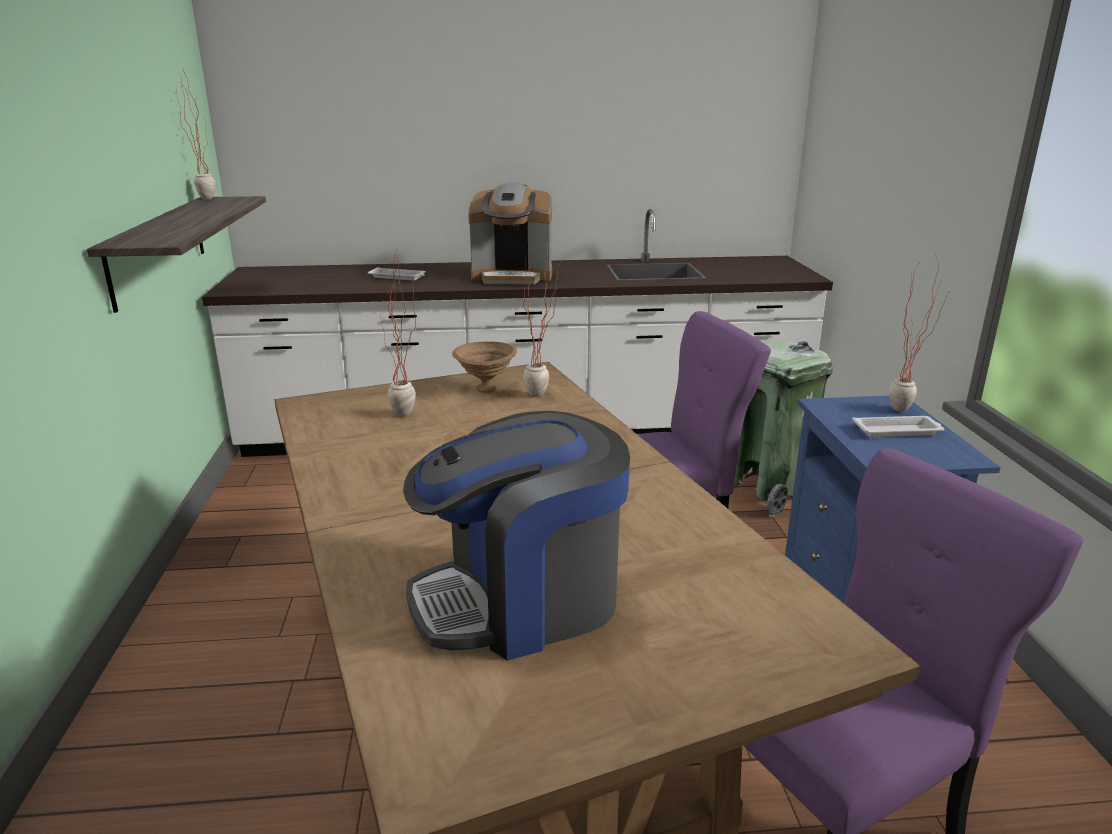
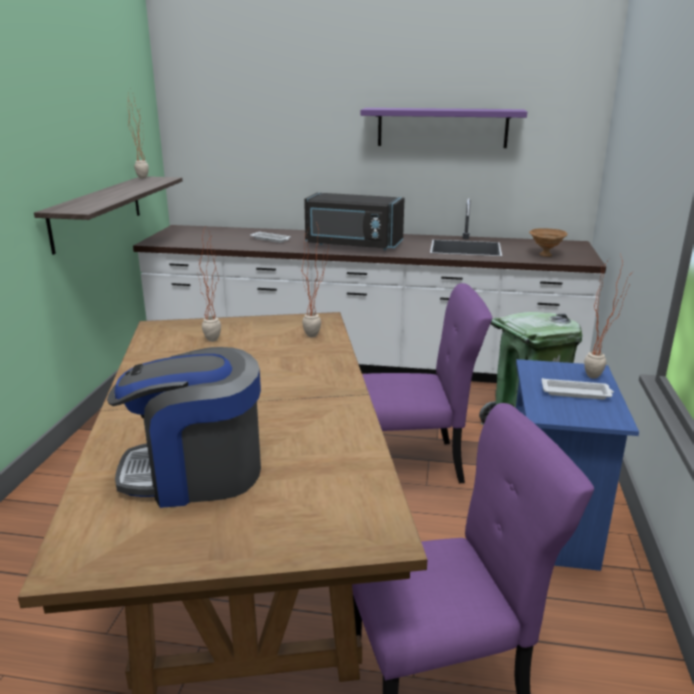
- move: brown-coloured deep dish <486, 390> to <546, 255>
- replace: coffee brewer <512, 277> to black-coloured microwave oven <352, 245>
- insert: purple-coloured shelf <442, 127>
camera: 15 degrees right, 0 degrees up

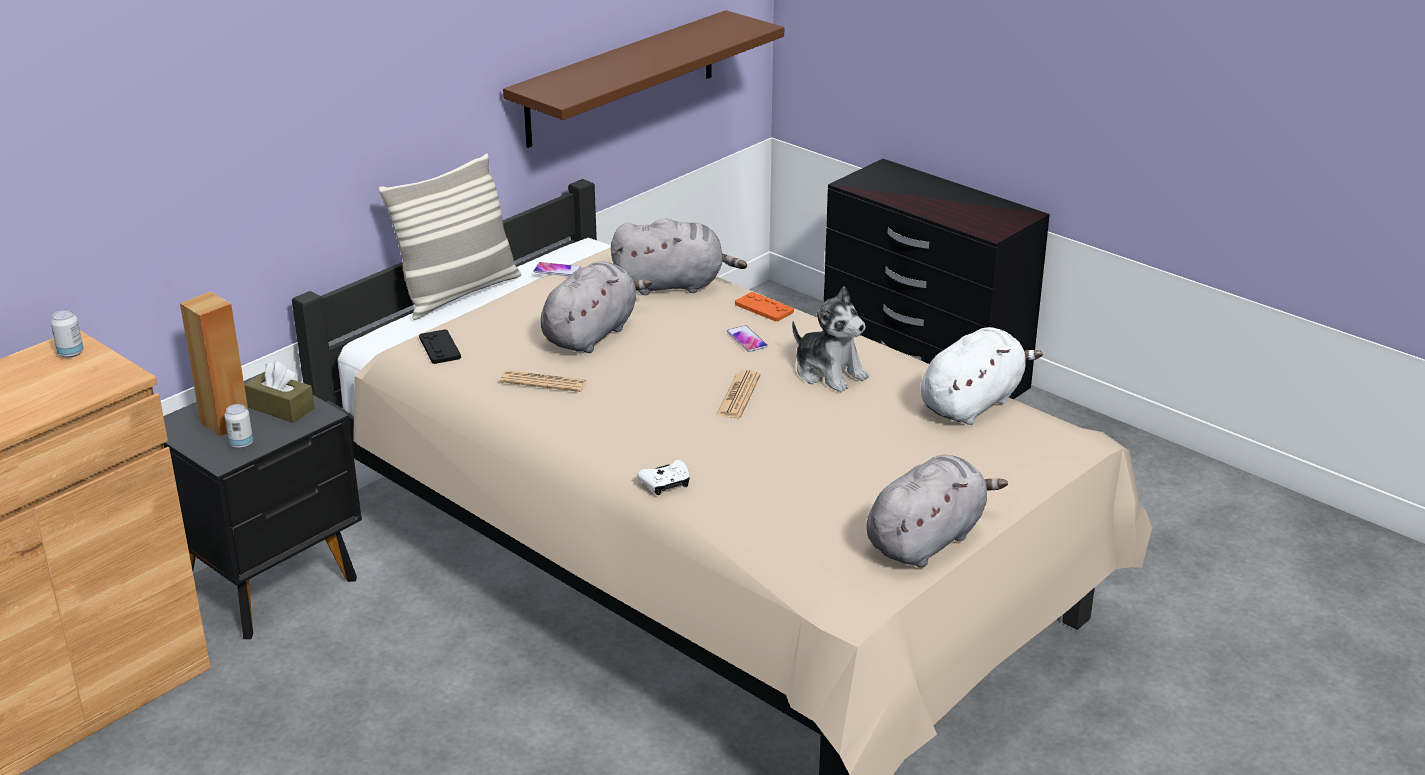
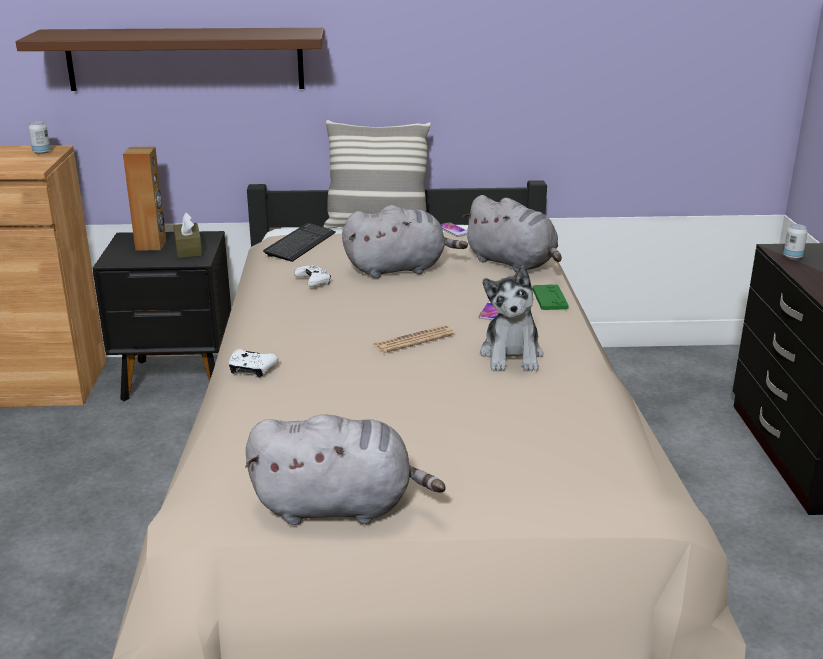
- move: can <241, 444> to <792, 257>
- replace: black-coloured gamepad <440, 348> to computer keyboard <300, 244>
- replace: printed paper <543, 382> to white-coloured gamepad <313, 282>
- move: brown-coloured shelf <621, 78> to <185, 59>
- recolor: orangey gamepad <764, 308> to green gamepad <549, 298>
- delete: white-coloured plush toy <973, 403>
camera: 45 degrees right, 5 degrees down

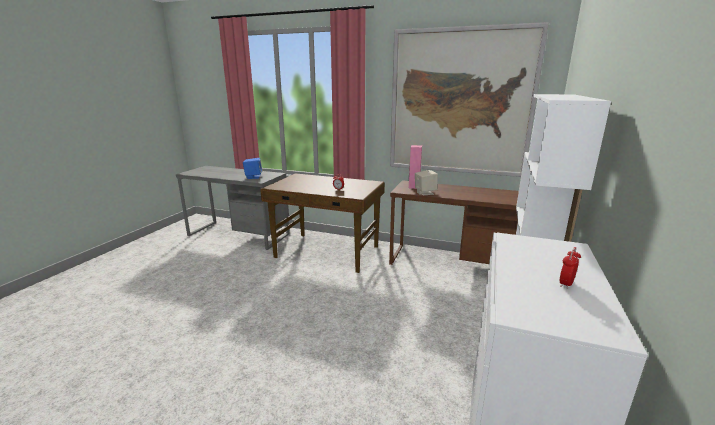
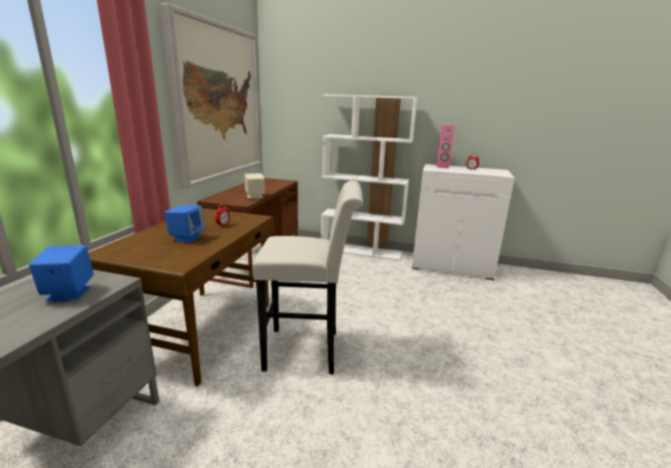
- move: pink speaker <413, 187> to <442, 167>
- insert: blue-coloured speaker <187, 238>
- insert: white-coloured stool seat <308, 350>
camera: 95 degrees left, 0 degrees up

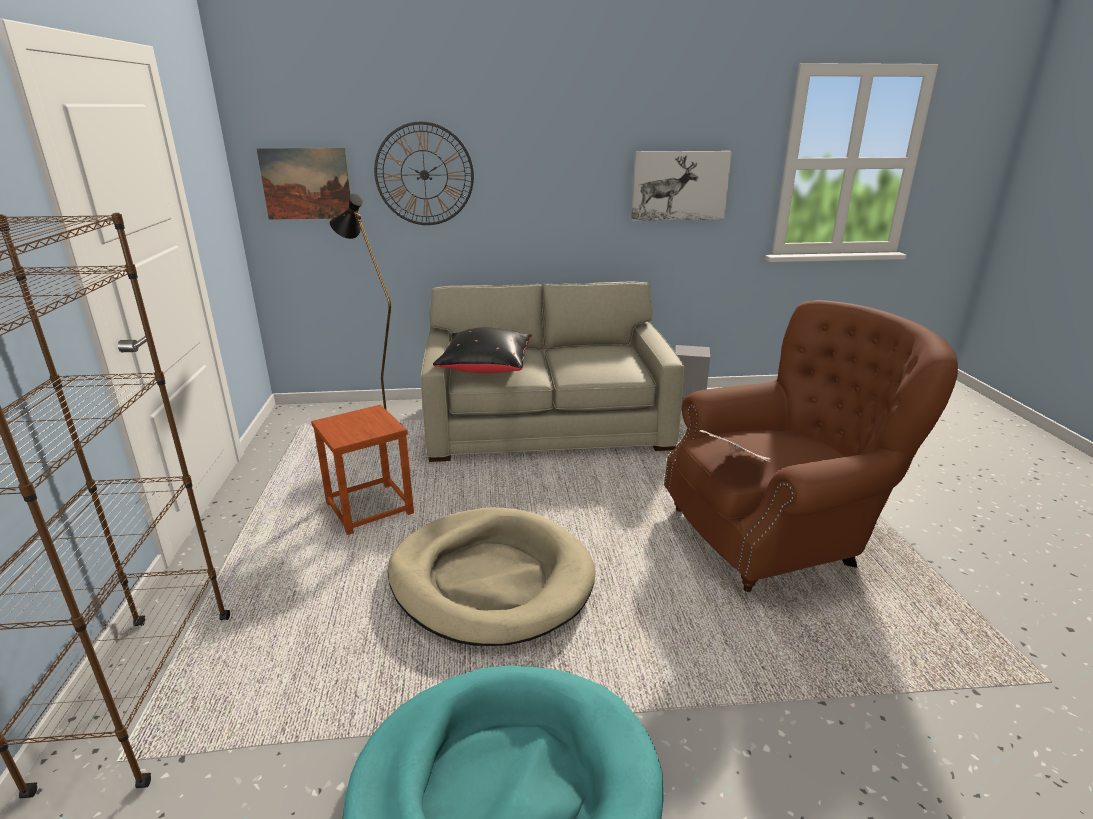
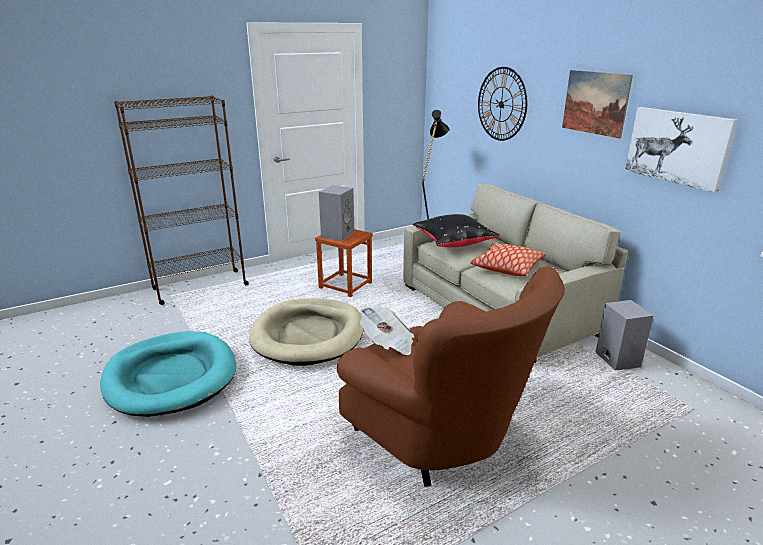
- move: wall picture <306, 184> to <595, 103>
- insert: greyish speaker <337, 234>
- insert: cushion <507, 267>
camera: 65 degrees right, 0 degrees up

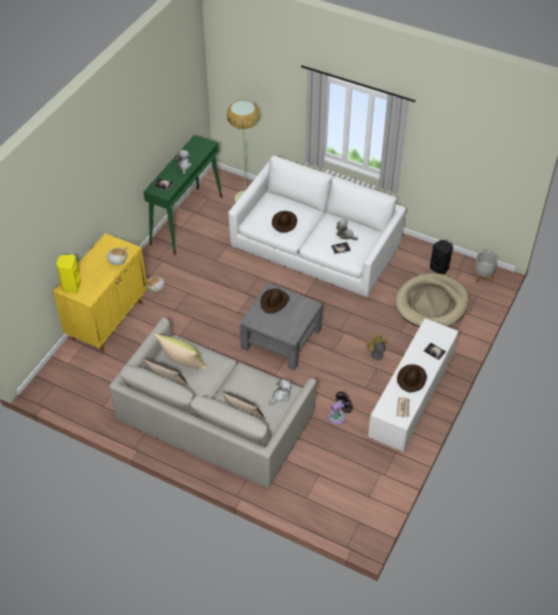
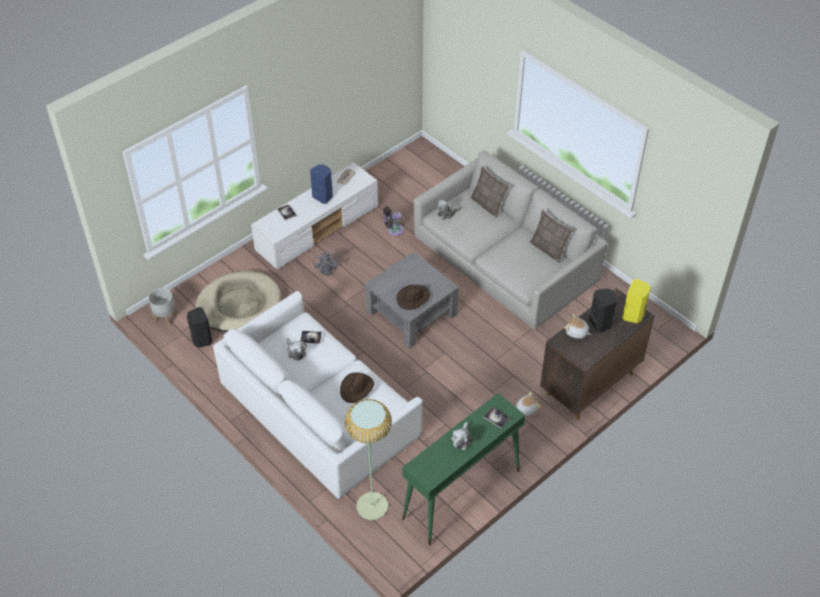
- recolor: yellow cabinet <108, 320> to brown-coloured cabinet <589, 384>
- delete: yellow cushion <182, 364>
- recolor: yellow electric fan <376, 357> to greyish electric fan <329, 269>
- replace: brown-coloured clothing hat <411, 379> to blue-coloured speaker <323, 197>
- insert: black-coloured speaker <601, 323>
camera: 160 degrees left, 0 degrees up

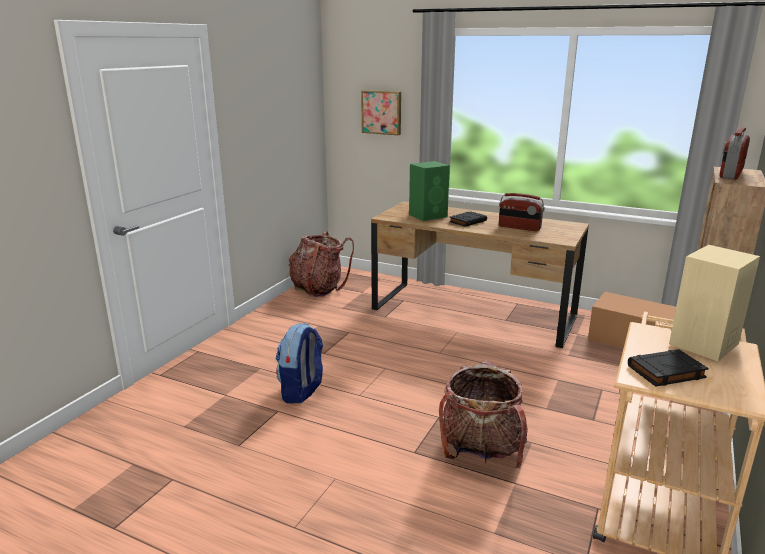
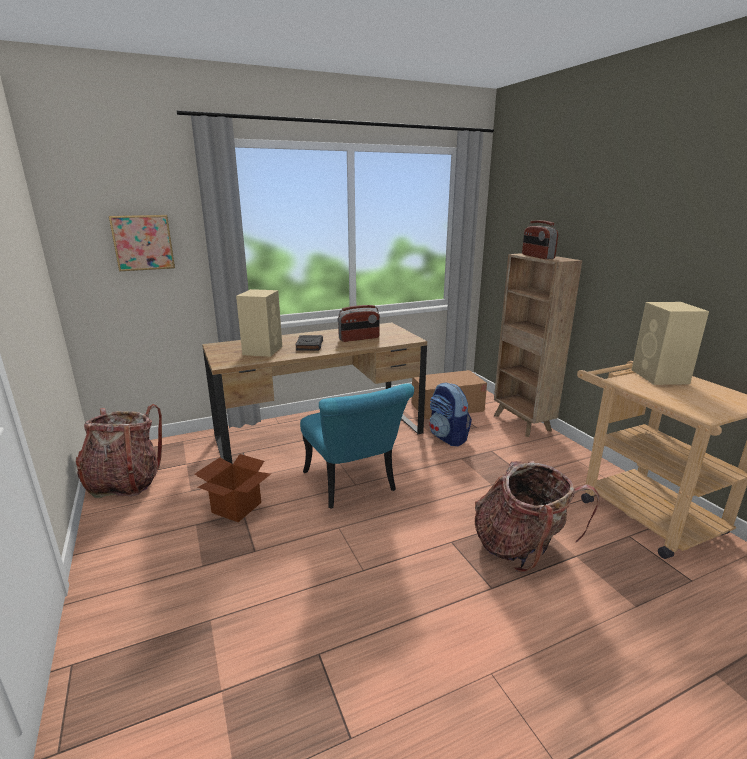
- move: rucksack <302, 391> to <448, 437>
- recolor: green speaker <429, 215> to sand-coloured speaker <263, 350>
- delete: black-coloured book <665, 372>
- insert: cardboard box <236, 507>
- insert: turquoise upright chair <353, 486>
camera: 50 degrees left, 0 degrees up

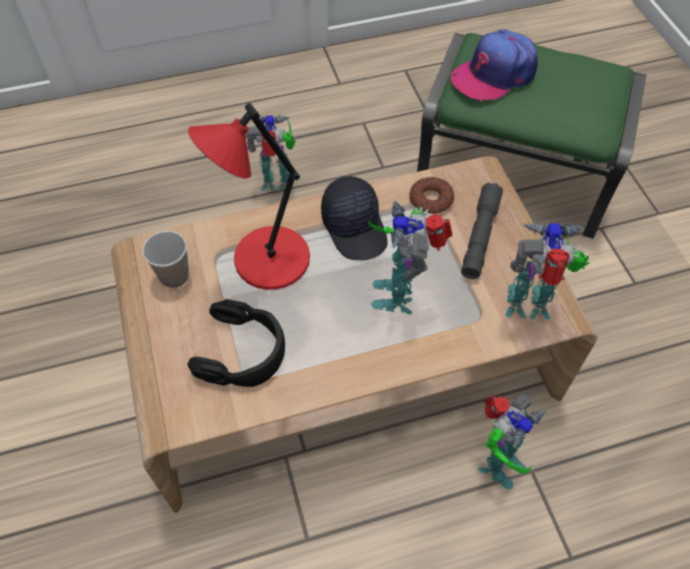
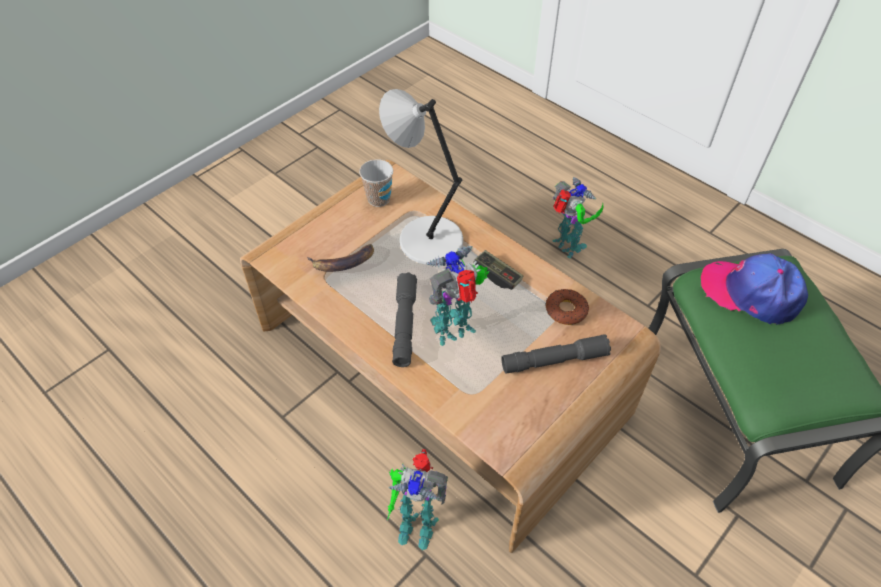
- replace: black-coloured headset <242, 352> to whole banana <343, 263>
- recolor: reddish tabletop lamp <268, 261> to greyish tabletop lamp <427, 240>
- replace: black-coloured cap <355, 227> to gamepad <497, 275>
- delete: model robot <529, 308>
- insert: greyish hand torch <404, 324>
camera: 60 degrees right, 5 degrees down

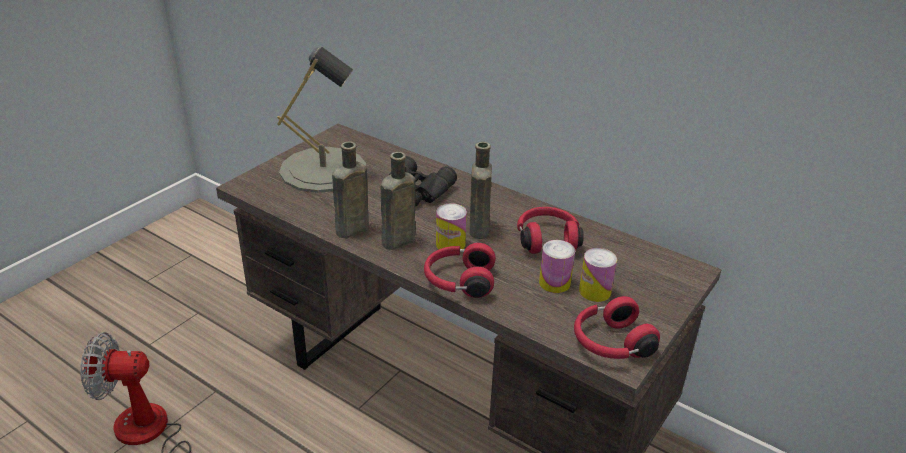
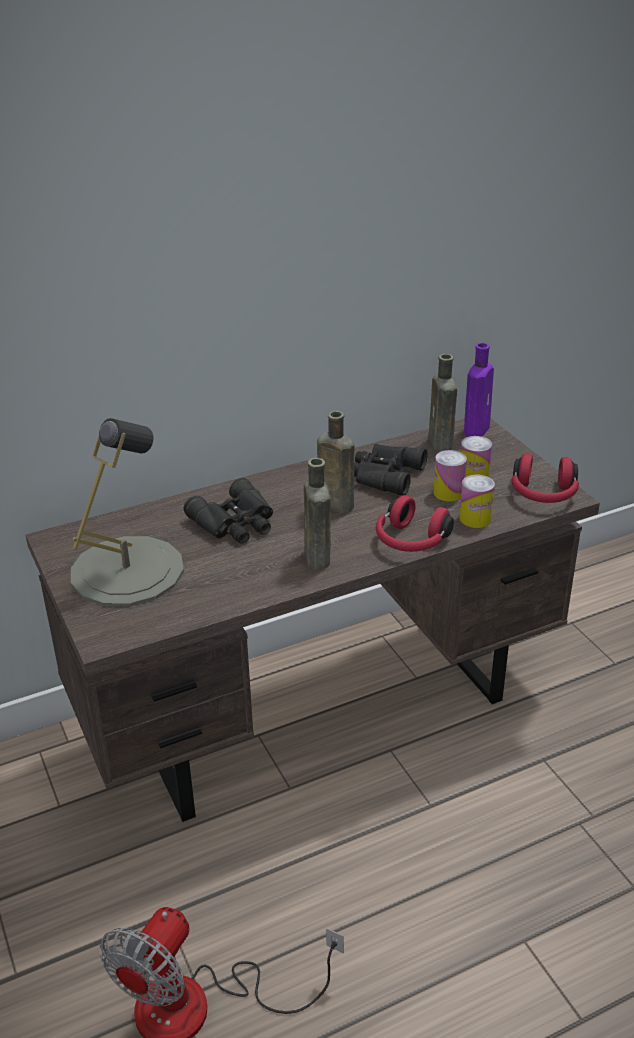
- move: brown-coloured beverage bottle <350, 231> to <441, 444>
- move: can <450, 244> to <475, 519>
- replace: reddish headset <547, 239> to black-coloured binoculars <383, 475>
- insert: purple-coloured beverage bottle <477, 429>
camera: 60 degrees left, 0 degrees up

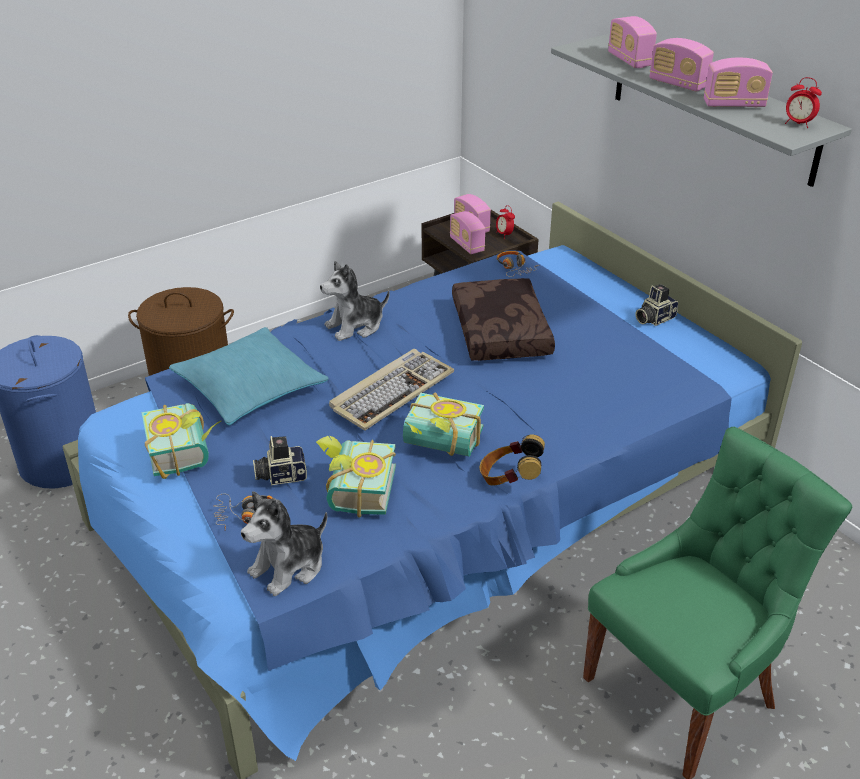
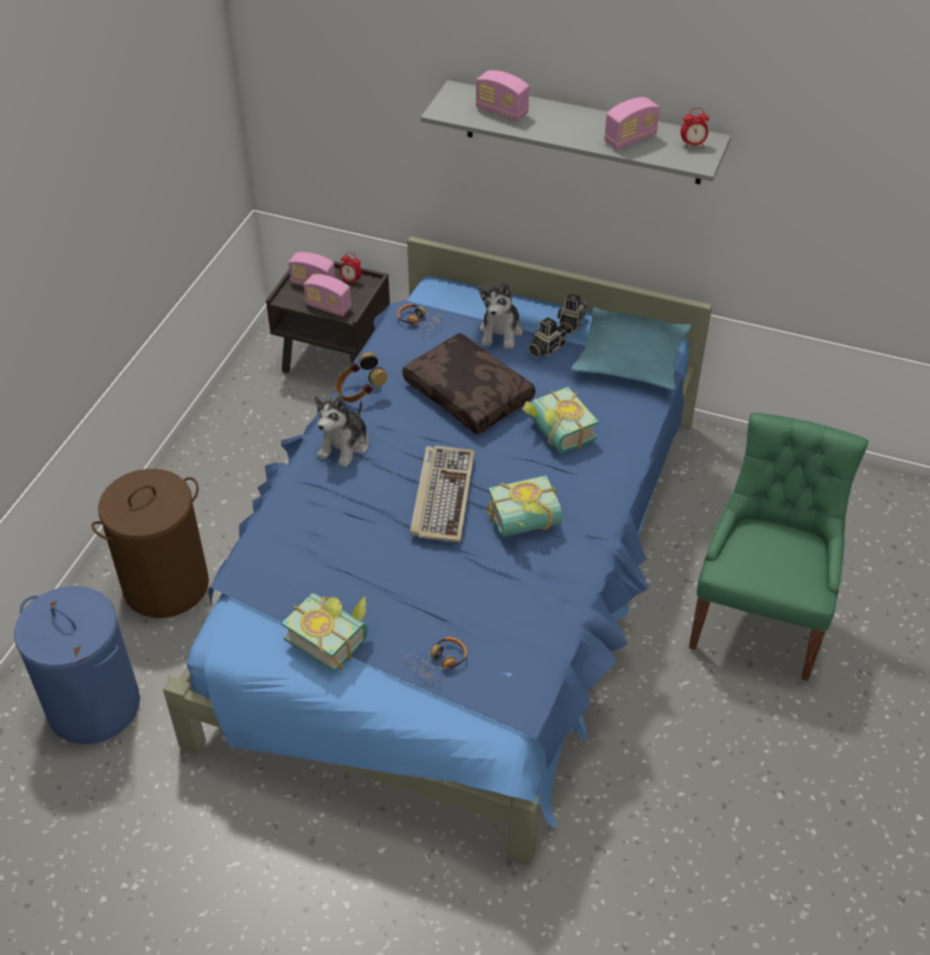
- move: turquoise cushion <250, 388> to <631, 359>
- move: plush toy <289, 567> to <501, 332>
- move: photo camera <280, 475> to <545, 348>
- move: book <354, 491> to <555, 434>
- move: headset <509, 479> to <360, 392>
- delete: radio set <678, 84>
camera: 35 degrees left, 10 degrees up

